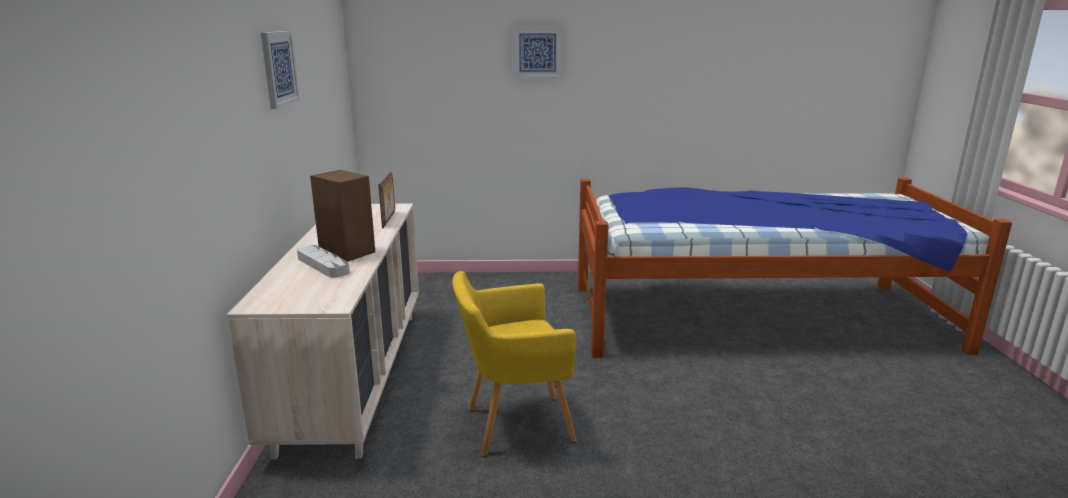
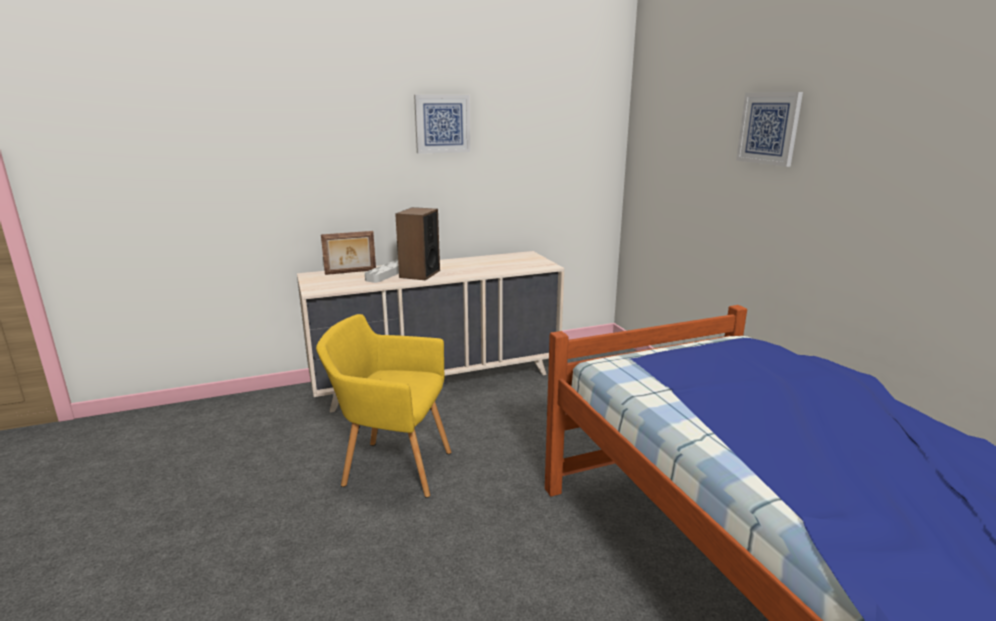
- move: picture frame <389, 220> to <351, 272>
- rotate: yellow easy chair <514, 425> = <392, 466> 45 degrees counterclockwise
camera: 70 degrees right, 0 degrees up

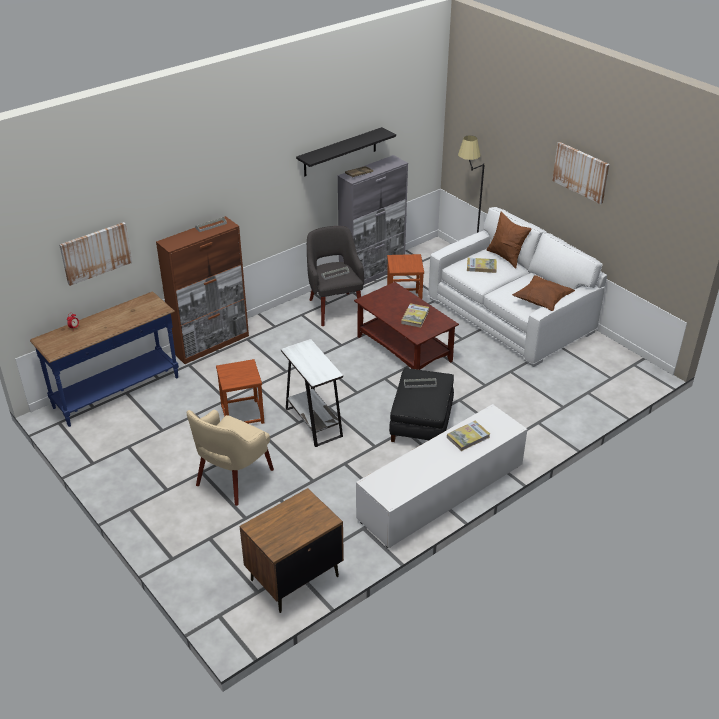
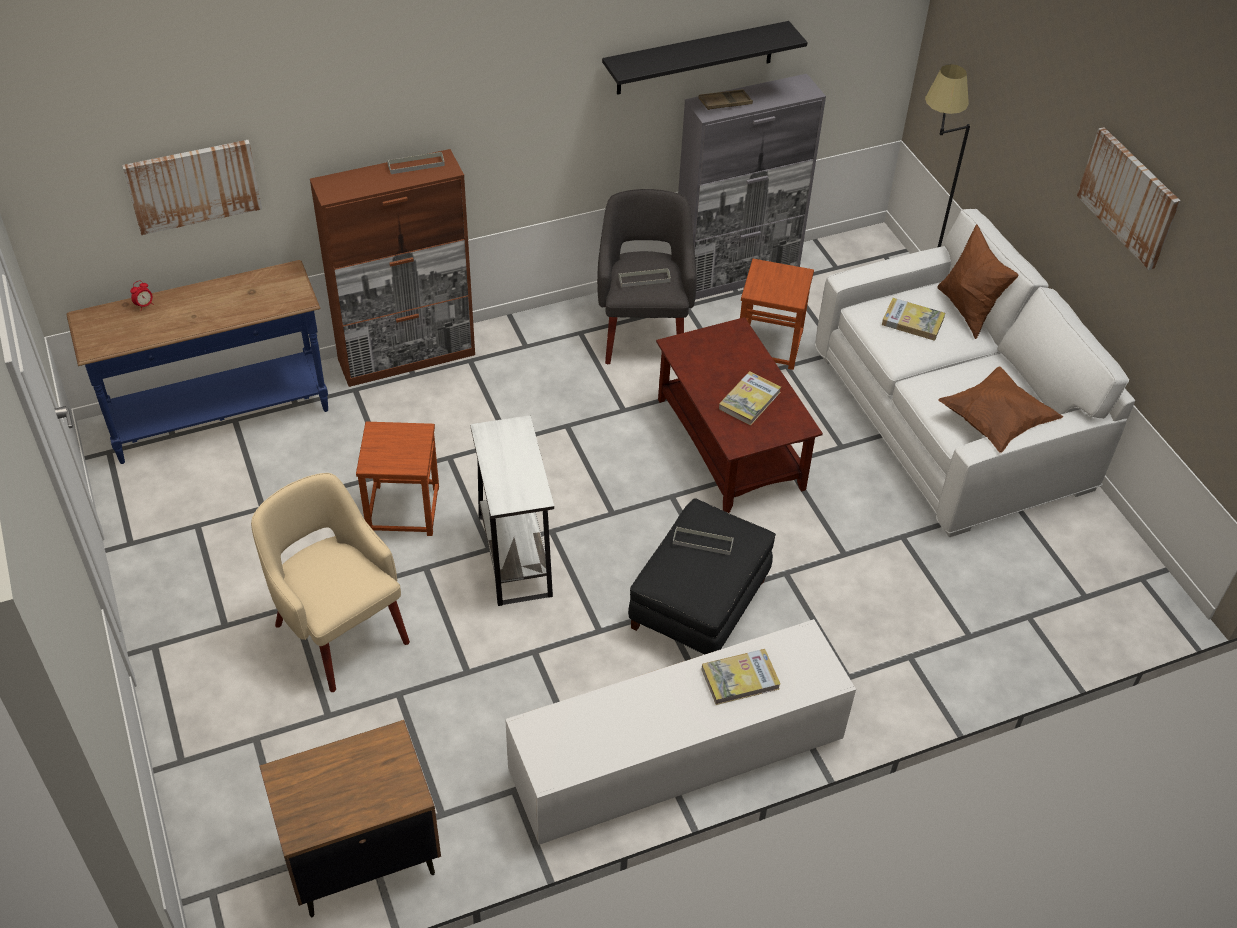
- rotate: sand-coloured easy chair <233, 478> = <339, 631> 90 degrees clockwise
camera: 15 degrees right, 10 degrees up

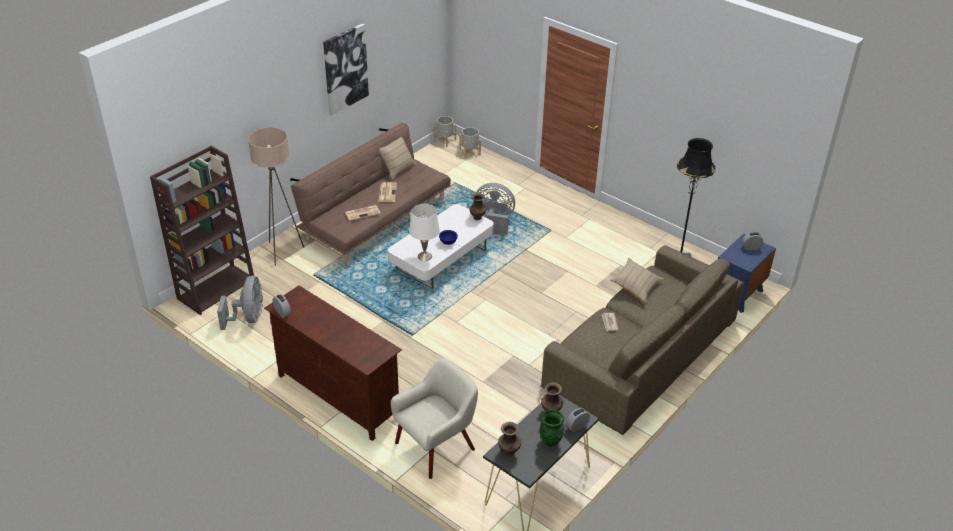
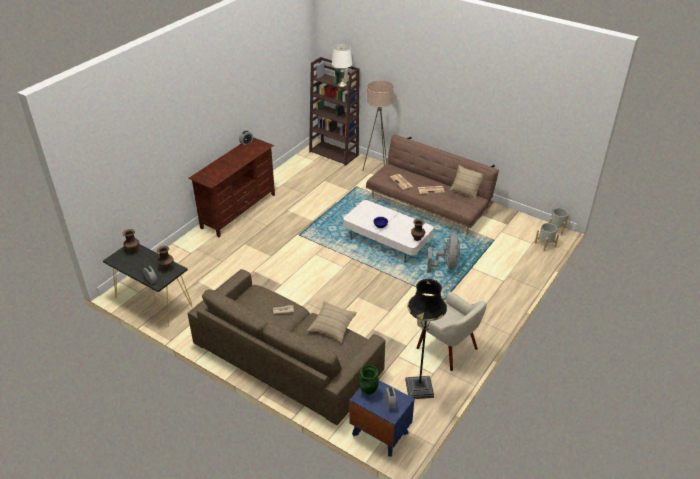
- delete: greyish electric fan <248, 318>
- delete: wall picture <345, 69>
- move: sand-coloured easy chair <436, 446> to <448, 348>
- move: white-coloured tabletop lamp <425, 256> to <342, 84>
- move: green vase <551, 441> to <368, 390>
camera: 85 degrees right, 0 degrees up

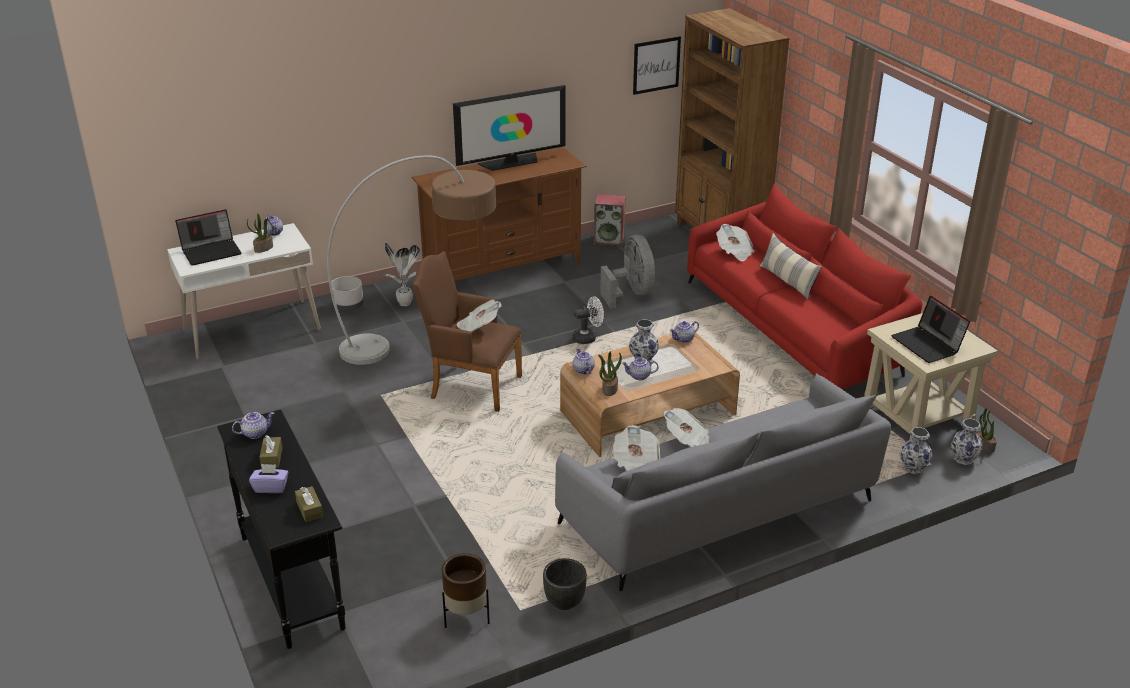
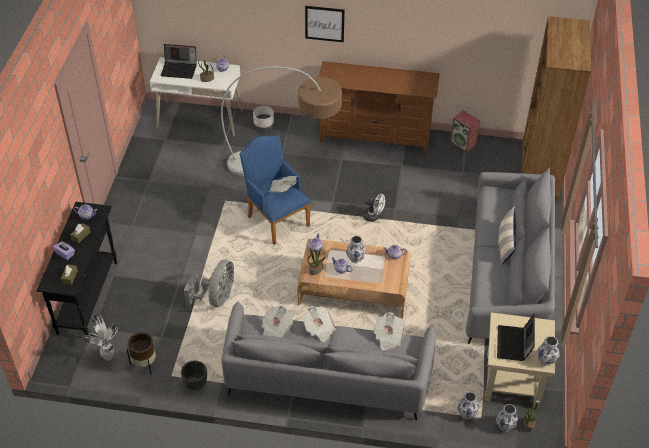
- move: potted plant <405, 304> to <107, 357>
- recolor: brown-coloured easy chair <470, 386> to blue-coloured easy chair <276, 218>
- delete: TV <511, 162>
- move: greyish electric fan <631, 293> to <216, 298>
- move: wall picture <656, 65> to <324, 23>
- recolor: reddish settee <794, 328> to greyish settee <508, 273>
- move: printed paper <734, 252> to <388, 337>
- insert: vase <545, 359>
camera: 35 degrees right, 15 degrees up

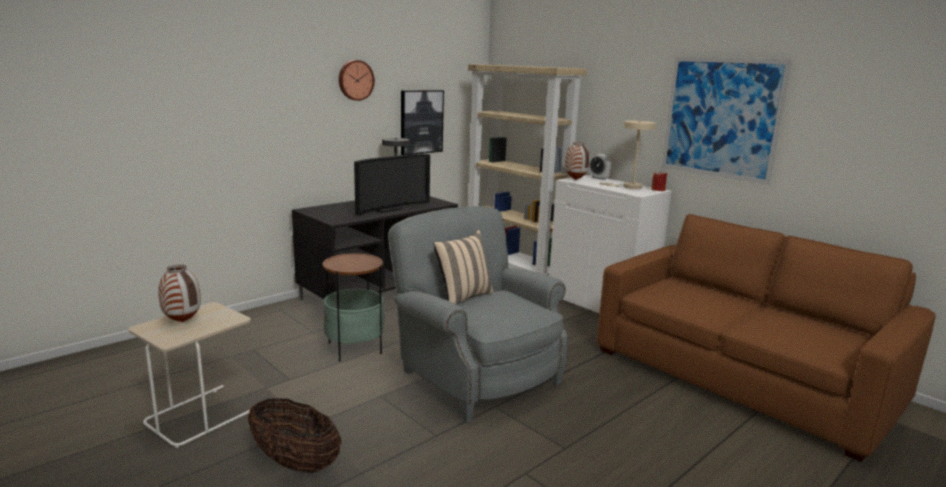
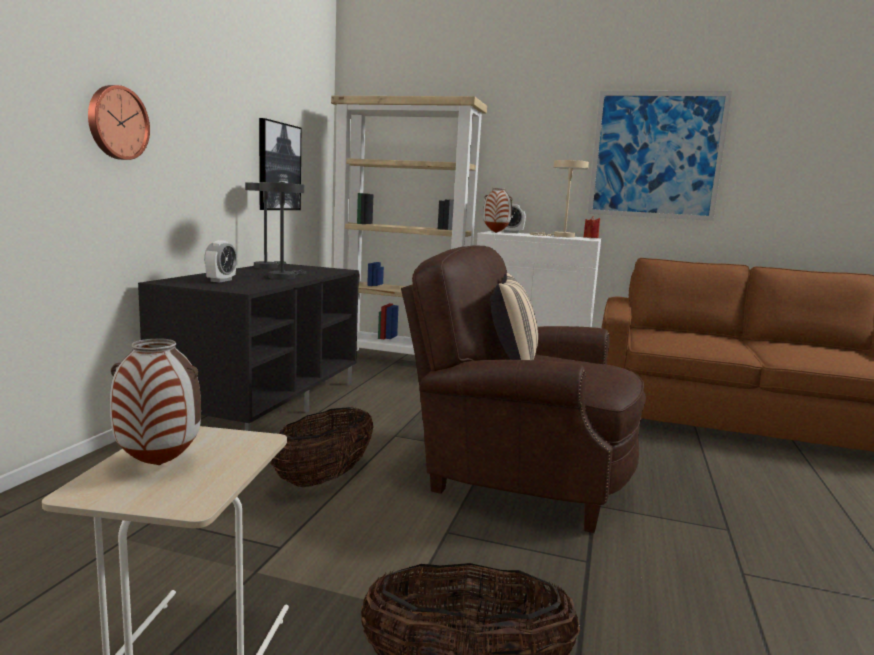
- replace: accent table <355, 348> to basket <324, 478>
- move: hanging clock <355, 80> to <116, 123>
- replace: TV <386, 209> to greyish tabletop lamp <284, 277>
- recolor: greyish easy chair <475, 374> to brown-coloured easy chair <518, 473>
- insert: table clock <221, 280>
camera: 30 degrees left, 5 degrees down

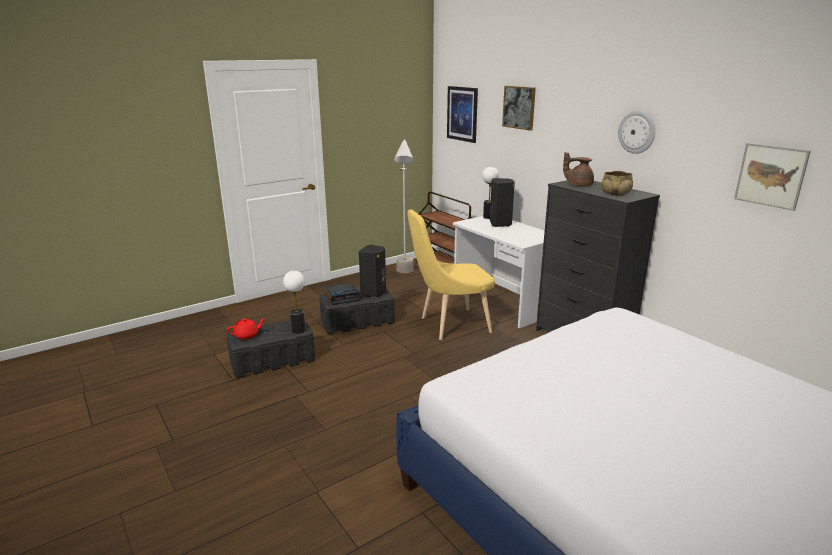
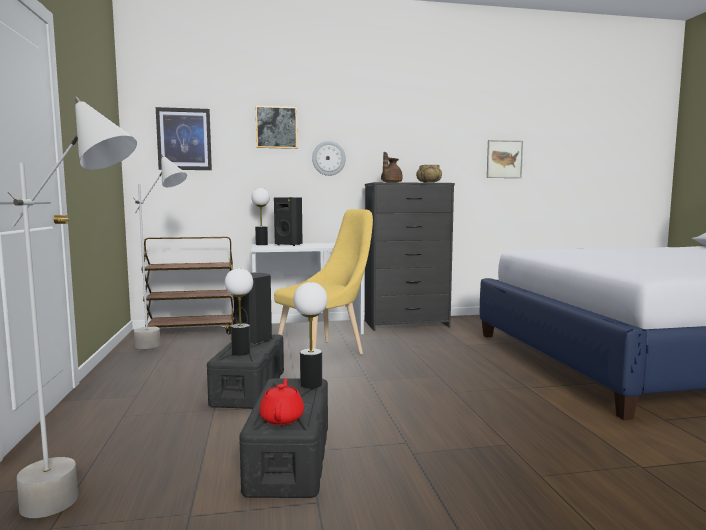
- replace: table clock <342, 297> to tabletop lamp <240, 352>
- rotate: yellow upright chair <450, 325> = <324, 352> 135 degrees counterclockwise
- move: hanging clock <637, 132> to <328, 158>
- insert: greyish floor lamp <86, 507>
camera: 65 degrees left, 15 degrees down

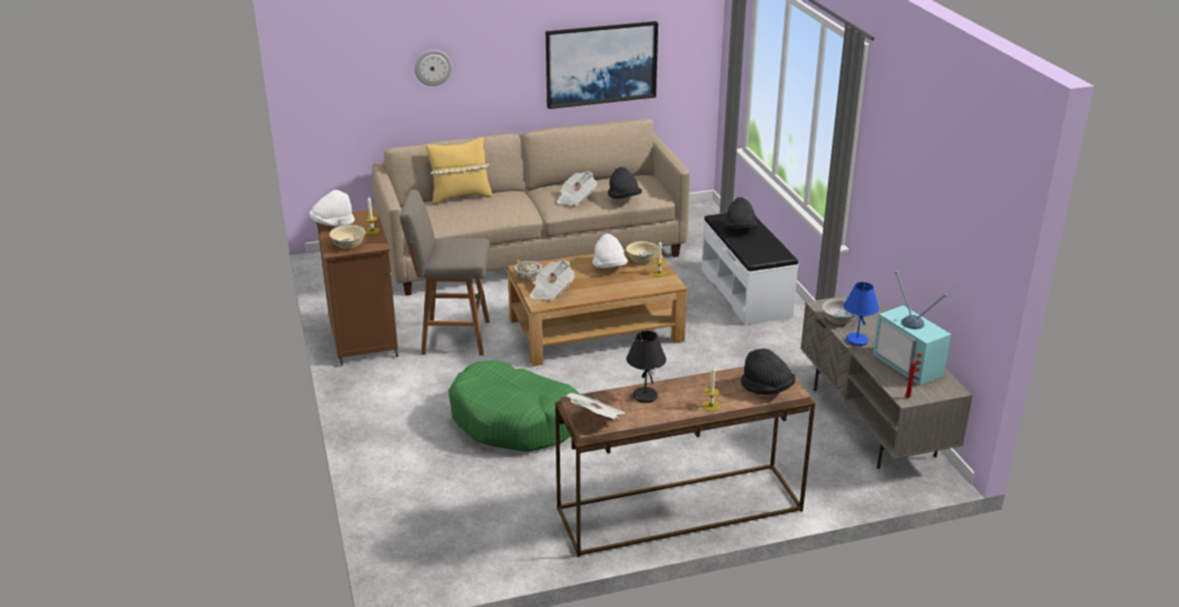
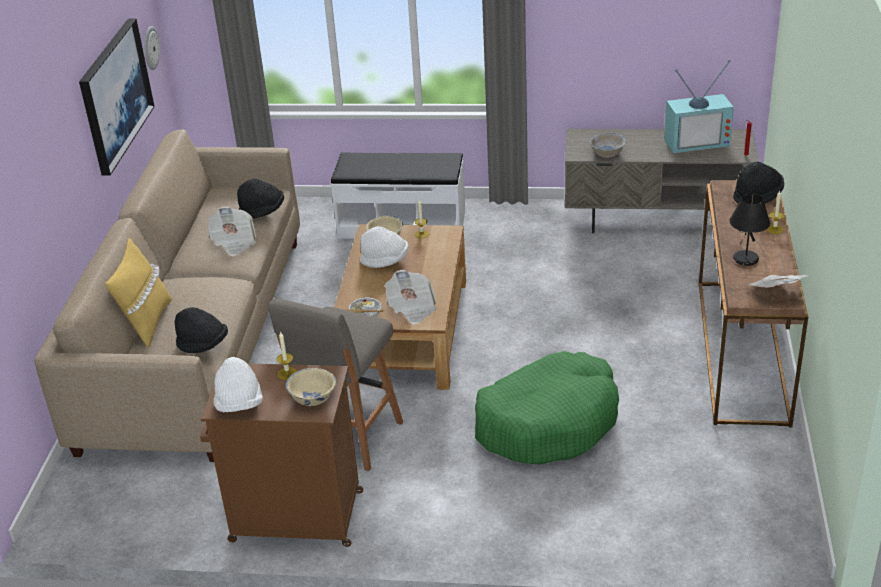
- move: hanging clock <433, 67> to <150, 48>
- move: black-coloured clothing hat <740, 229> to <203, 345>
- delete: blue-coloured tabletop lamp <856, 341>
camera: 65 degrees left, 5 degrees up

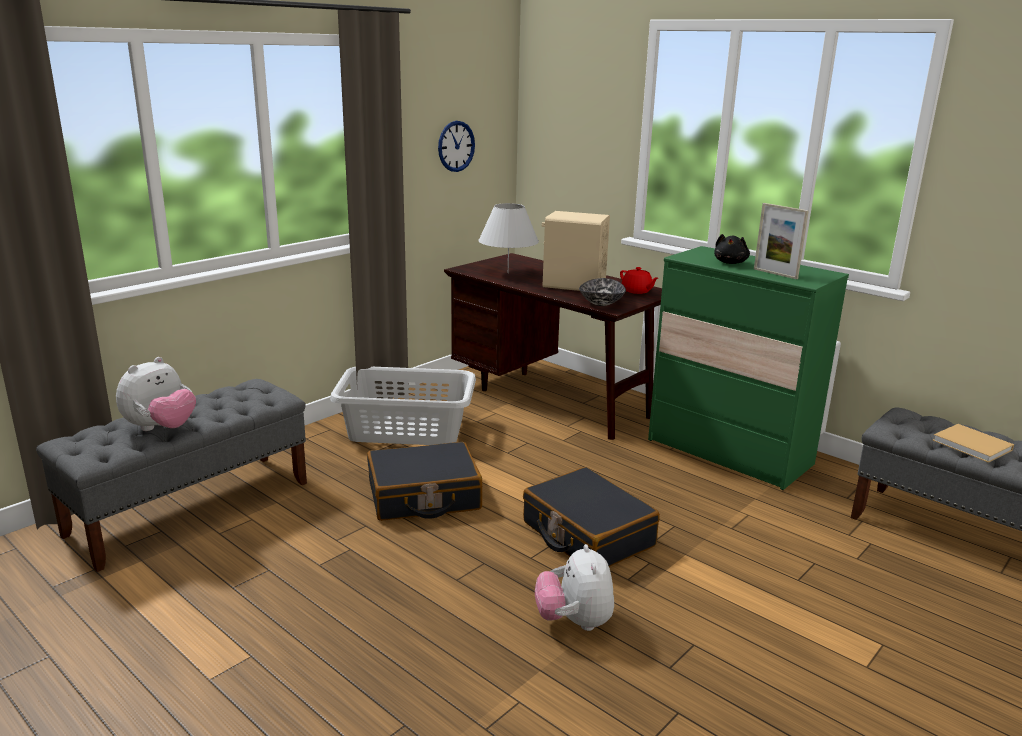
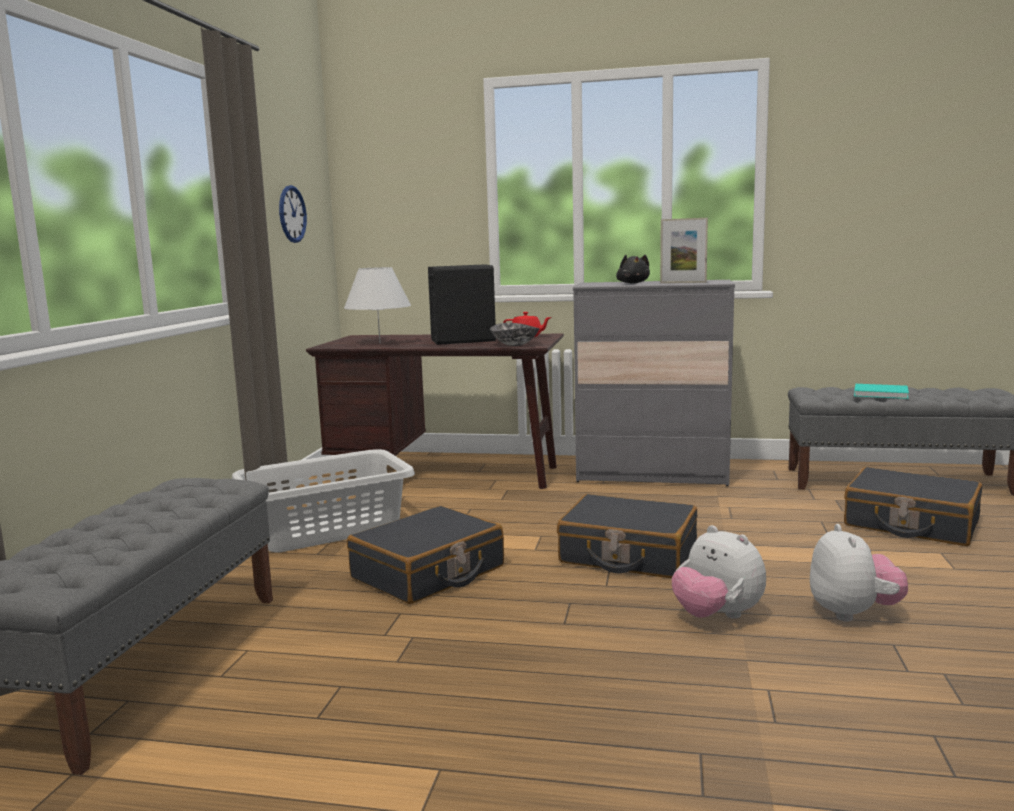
- move: plush toy <161, 428> to <853, 613>
- recolor: sand-coloured speaker <573, 285> to black-coloured speaker <462, 340>
- recolor: green chest of drawers <728, 453> to greyish chest of drawers <652, 474>
- recolor: sand-coloured book <974, 446> to turquoise book <882, 394>
- insert: black-coloured suitcase <910, 523>
camera: 30 degrees left, 10 degrees down

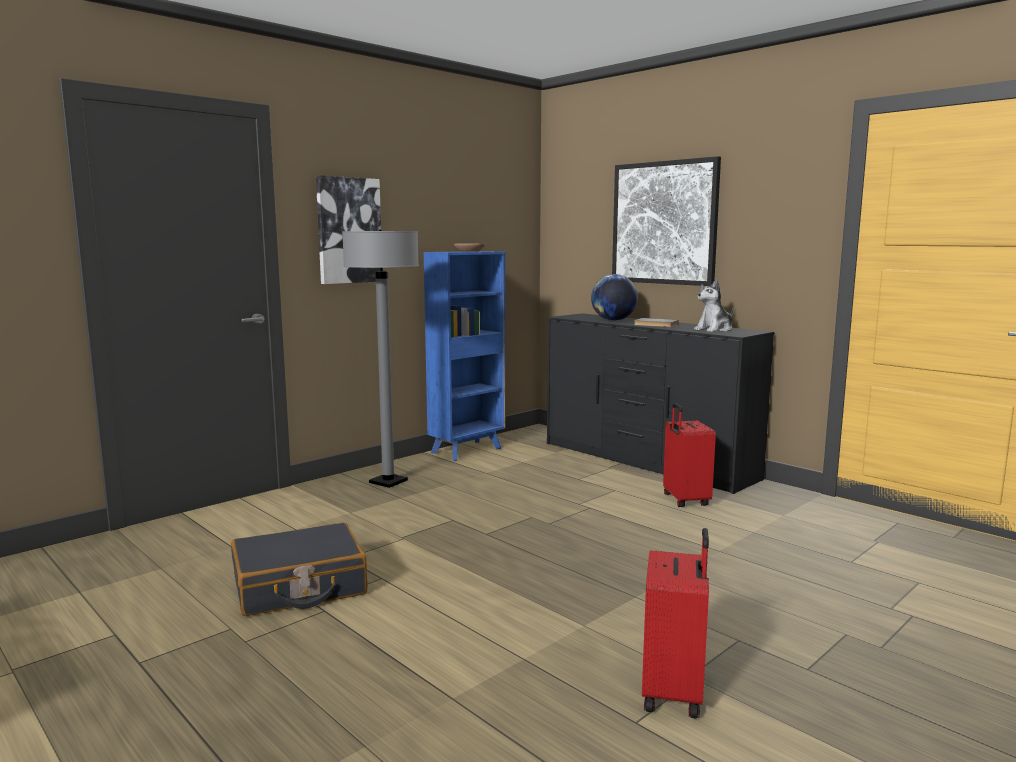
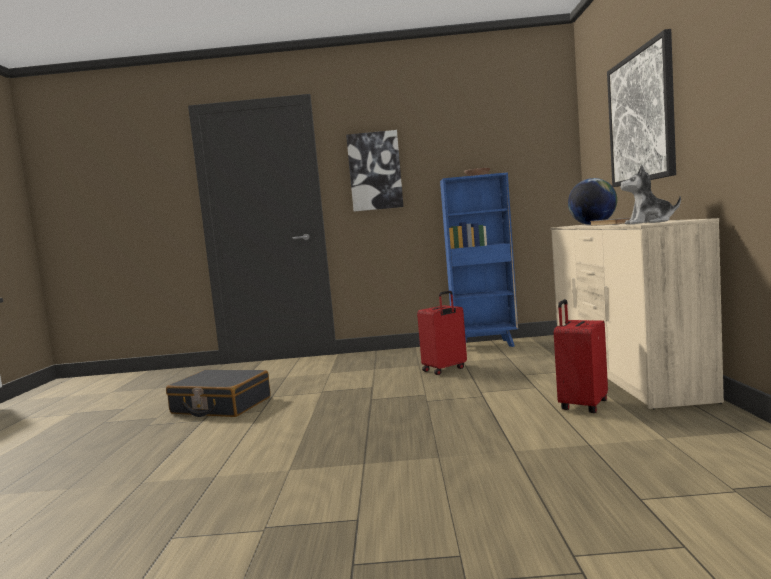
- delete: greyish floor lamp <388, 482>
- recolor: black-coloured chest of drawers <646, 461> to sand-coloured chest of drawers <622, 369>
- move: reddish suitcase <674, 692> to <445, 370>
camera: 45 degrees right, 5 degrees down

